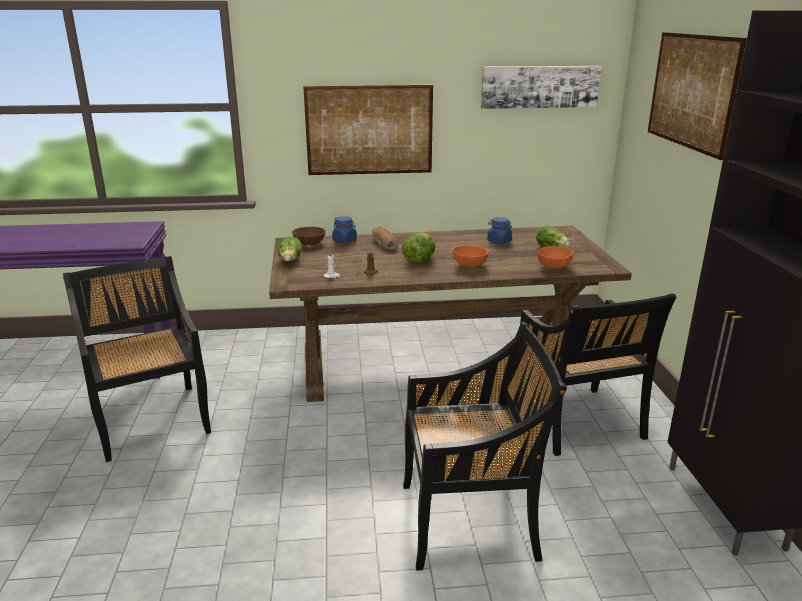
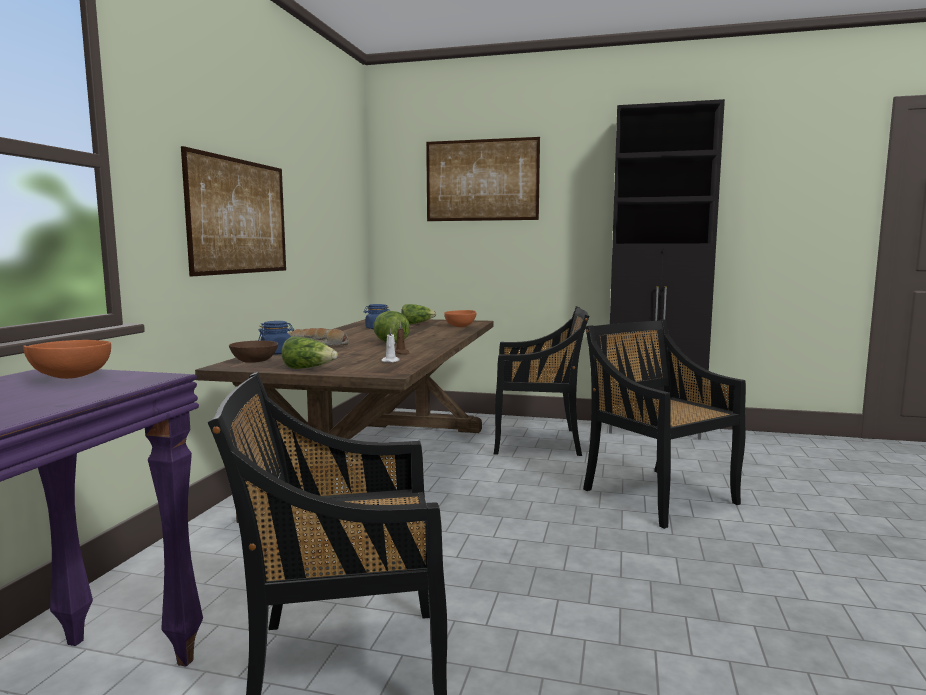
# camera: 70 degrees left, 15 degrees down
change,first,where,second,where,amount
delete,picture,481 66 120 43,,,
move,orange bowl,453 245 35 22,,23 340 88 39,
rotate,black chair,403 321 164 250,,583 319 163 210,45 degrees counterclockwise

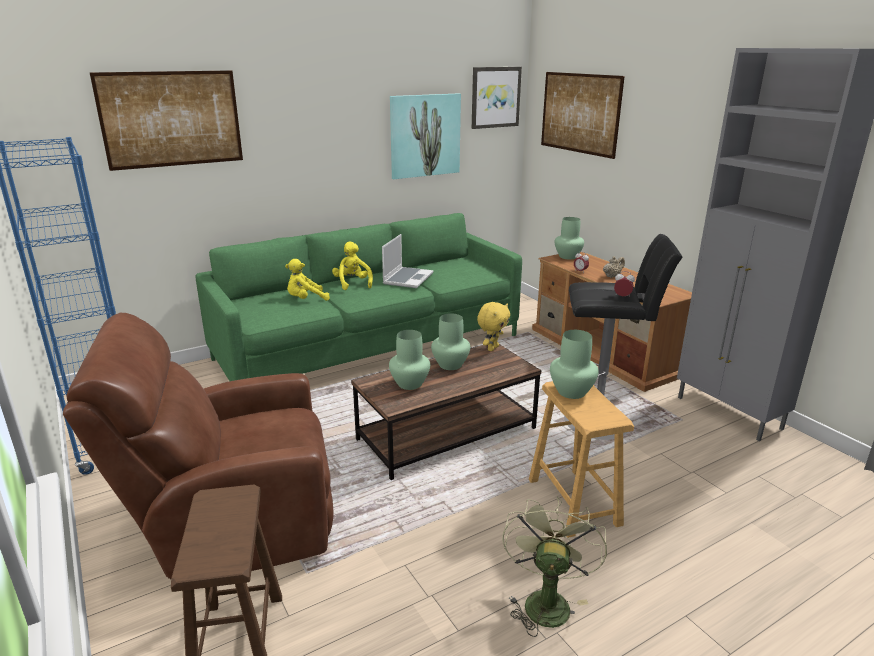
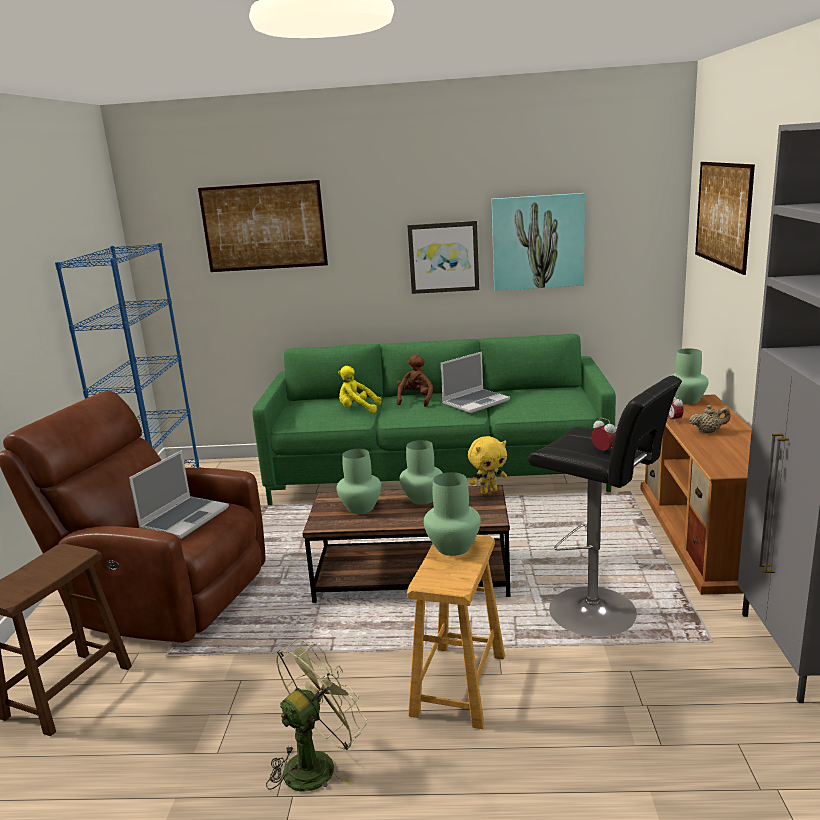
# camera: 35 degrees right, 5 degrees down
change,first,where,second,where,amount
insert,,,laptop,129 450 100 89,
move,picture,472 67 50 62,,407 221 72 73,
recolor,yellow plush toy,332 241 41 49,brown plush toy,396 354 37 53,

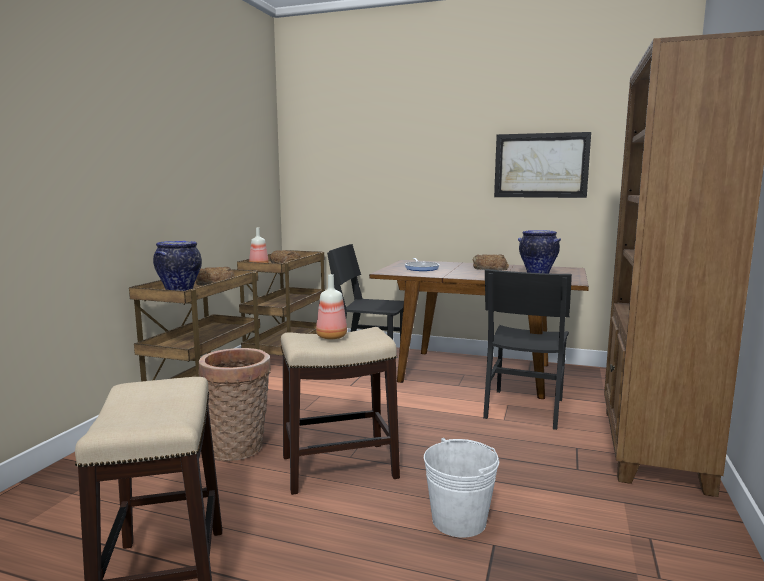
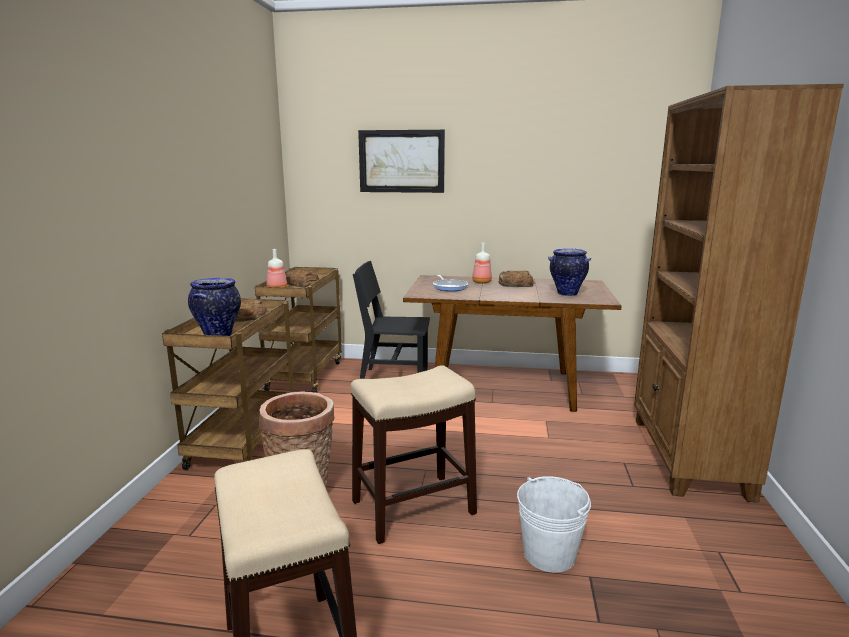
# camera: 10 degrees left, 5 degrees up
change,first,where,second,where,amount
delete,black chair,483 269 89 161,,,
move,bottle,316 274 31 65,,472 243 20 41,
move,picture,494 132 97 66,,358 130 87 63,

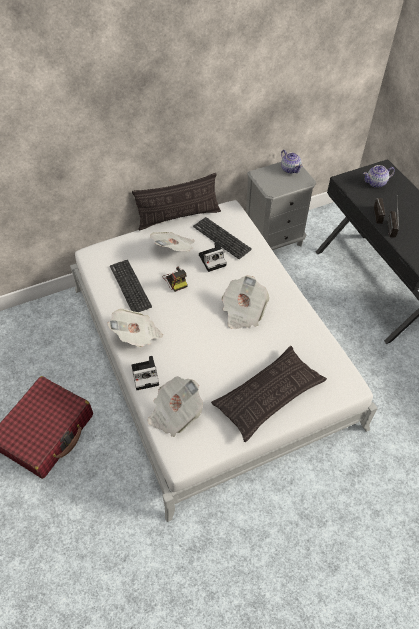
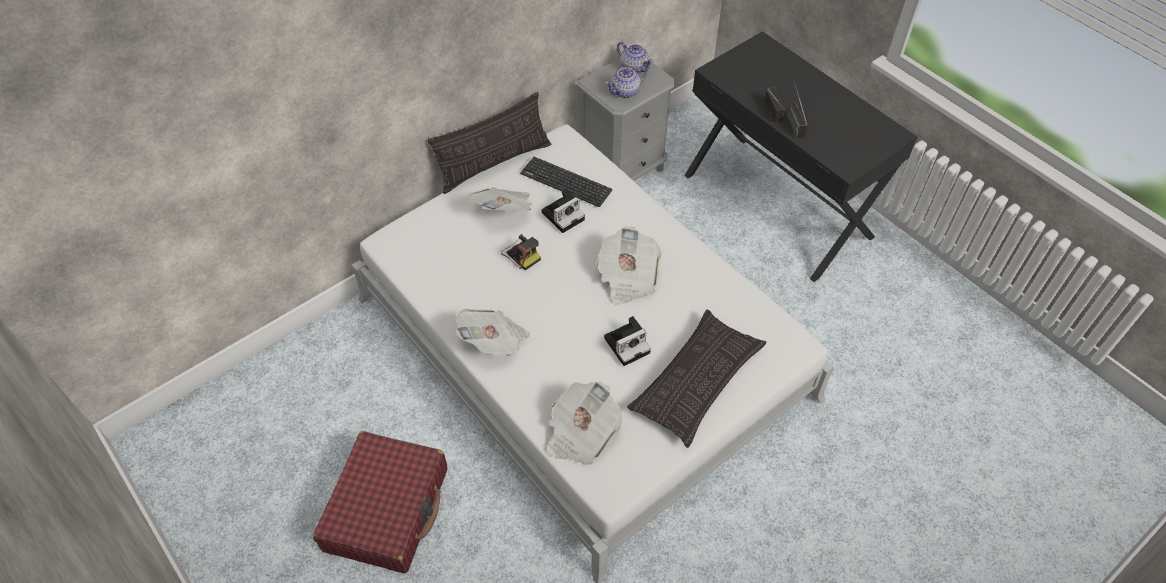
# camera: 15 degrees left, 0 degrees up
change,first,where,second,where,amount
delete,keyboard,110 260 42 52,,,
move,photo camera,132 356 27 34,,604 316 47 50,
move,teapot,363 165 32 23,,605 67 42 31,

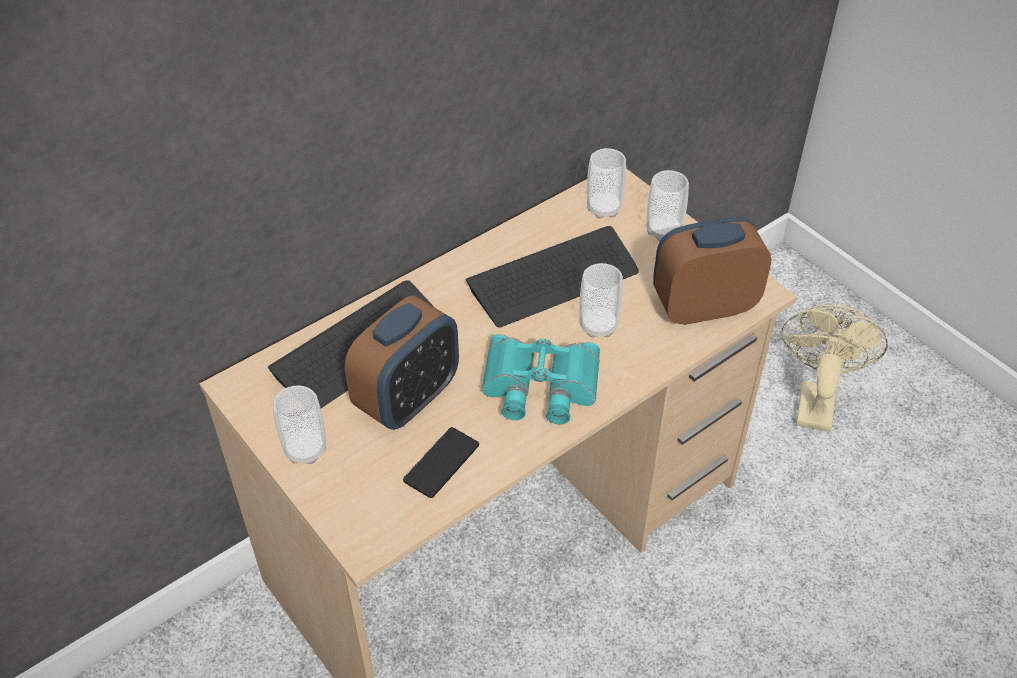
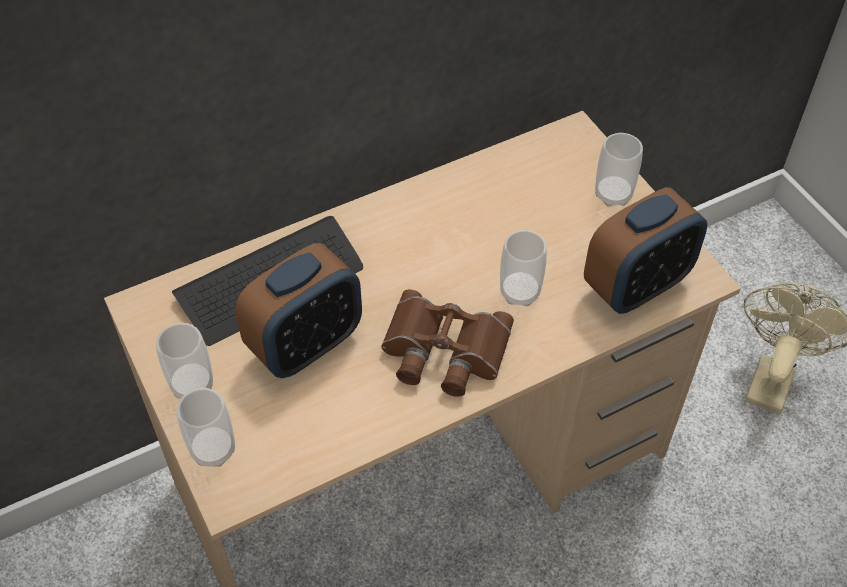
# camera: 10 degrees right, 5 degrees up
change,first,where,second,where,amount
delete,phone,403 427 76 71,,,
delete,keyboard,466 226 173 102,,,
move,cup,587 148 39 71,,177 388 58 79,
recolor,turquoise binoculars,482 334 118 91,brown binoculars,381 289 133 108,
rotate,alarm clock,653 217 118 108,,584 187 123 127,150 degrees clockwise

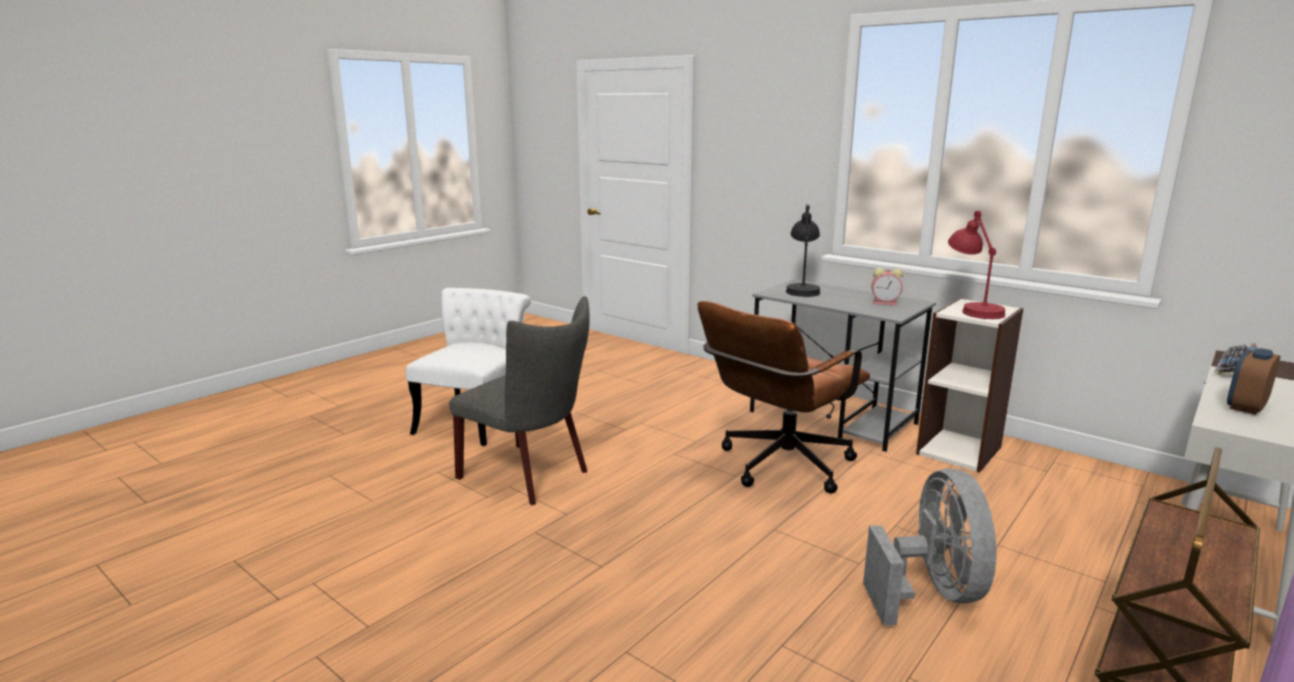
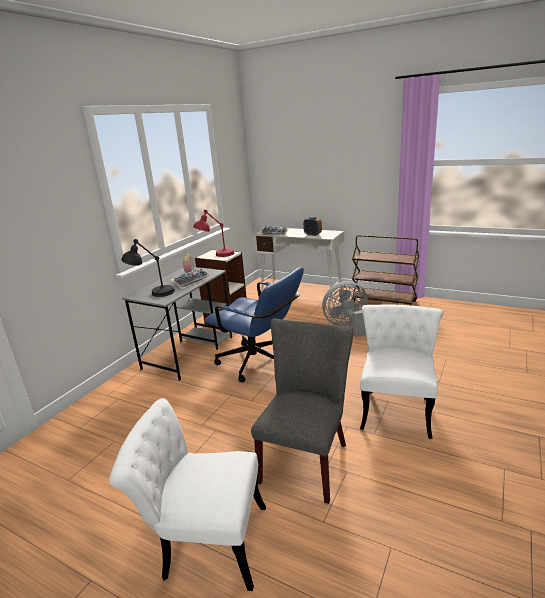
# camera: 100 degrees left, 5 degrees up
change,first,where,second,where,amount
insert,,,keyboard,170 269 40 20,
insert,,,white chair,360 304 83 135,
recolor,brown office chair,697 301 173 193,blue office chair,205 267 99 115,

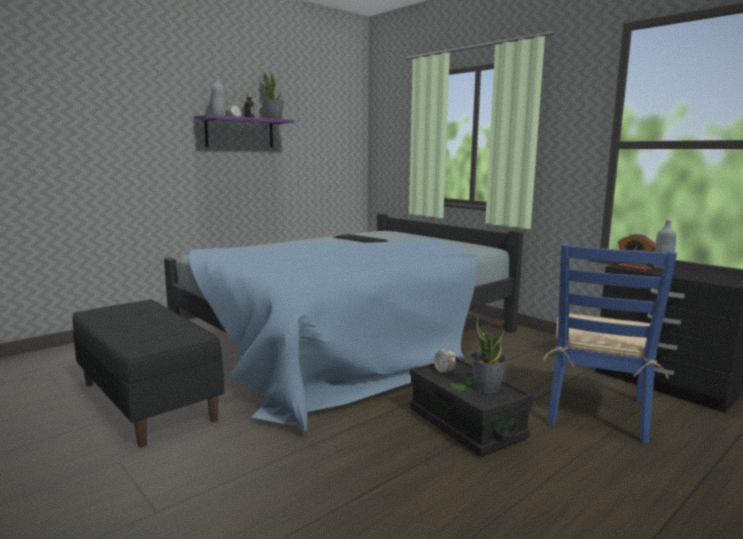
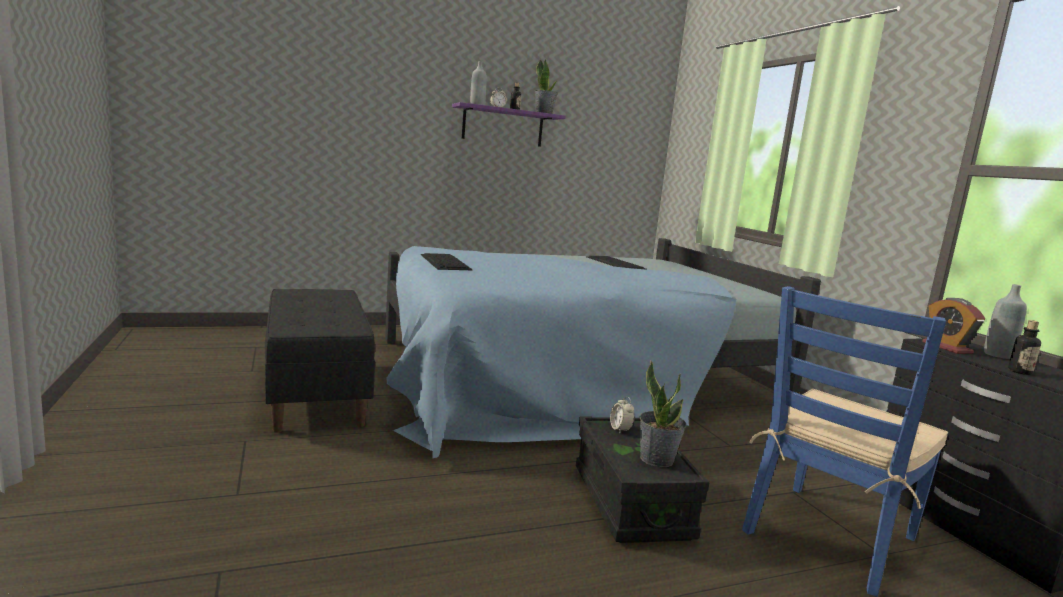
# camera: 20 degrees right, 0 degrees up
change,first,where,second,where,amount
insert,,,keyboard,421 253 52 17,
insert,,,bottle,1008 320 33 55,

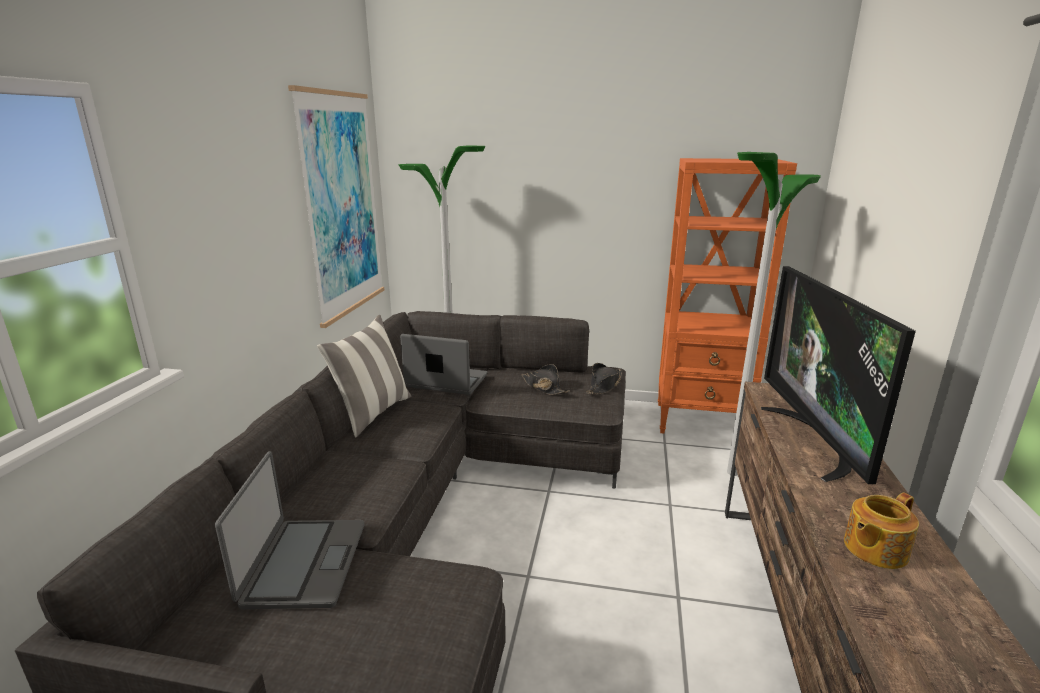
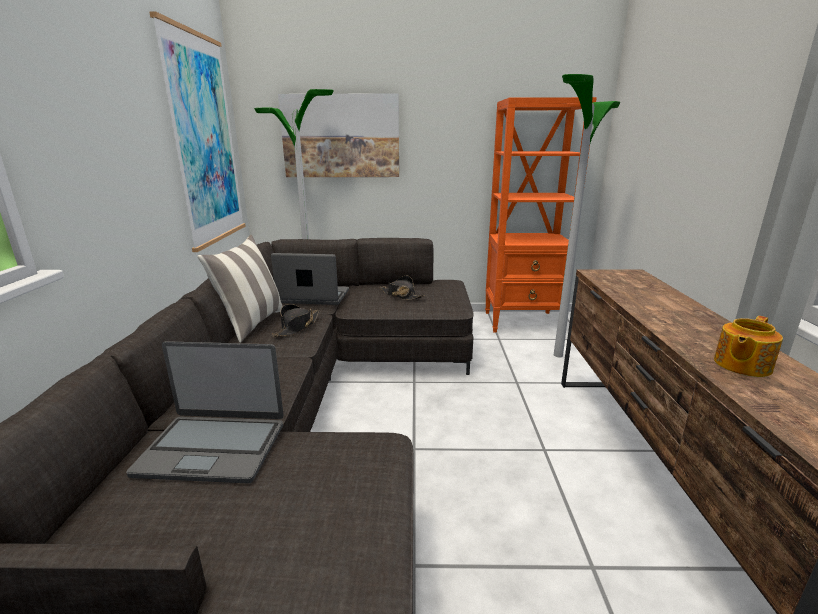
# camera: 10 degrees left, 0 degrees up
change,first,where,second,where,amount
delete,television,761 266 155 218,,,
insert,,,picture,278 93 121 84,
move,black hat,586 363 37 31,,272 304 47 33,
rotate,laptop,215 451 149 158,,126 341 158 142,105 degrees clockwise

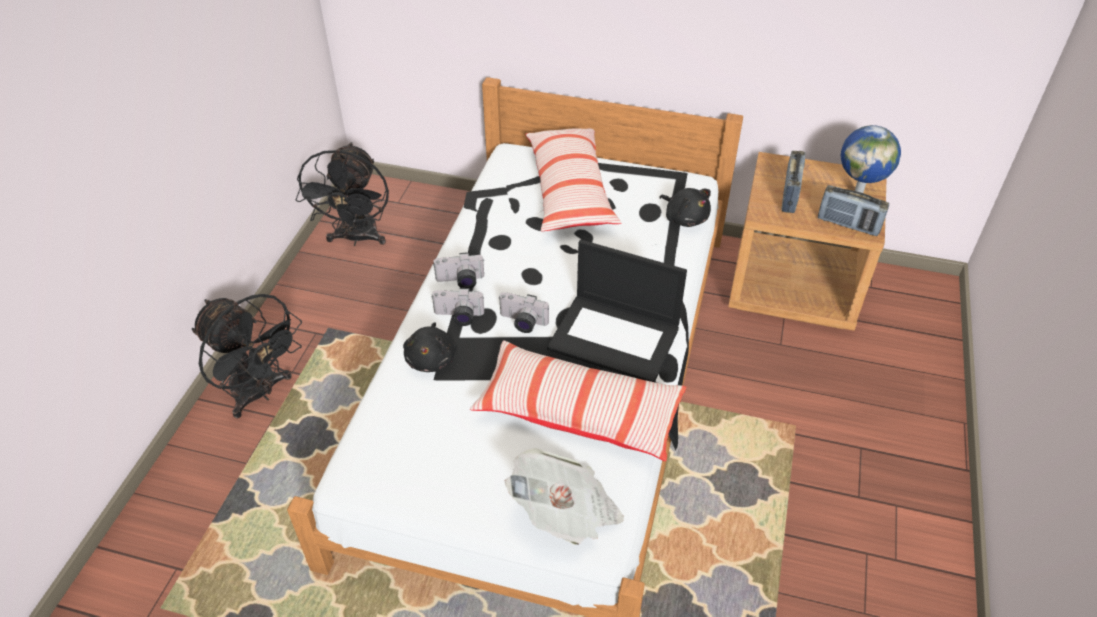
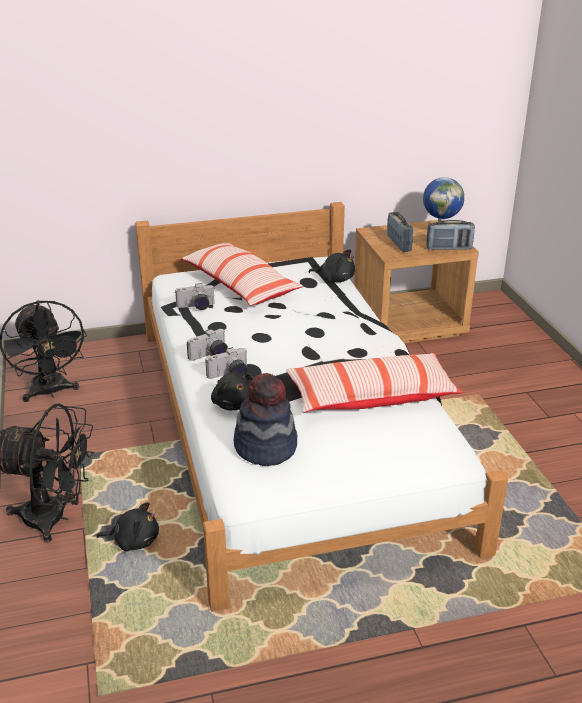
# camera: 30 degrees left, 15 degrees down
change,first,where,second,where,amount
delete,newspaper,505 448 119 97,,,
delete,laptop,547 240 140 142,,,
insert,,,black plush toy,97 502 62 50,
insert,,,hat,234 373 63 93,
move,photo camera,498 292 51 41,,175 283 40 27,

